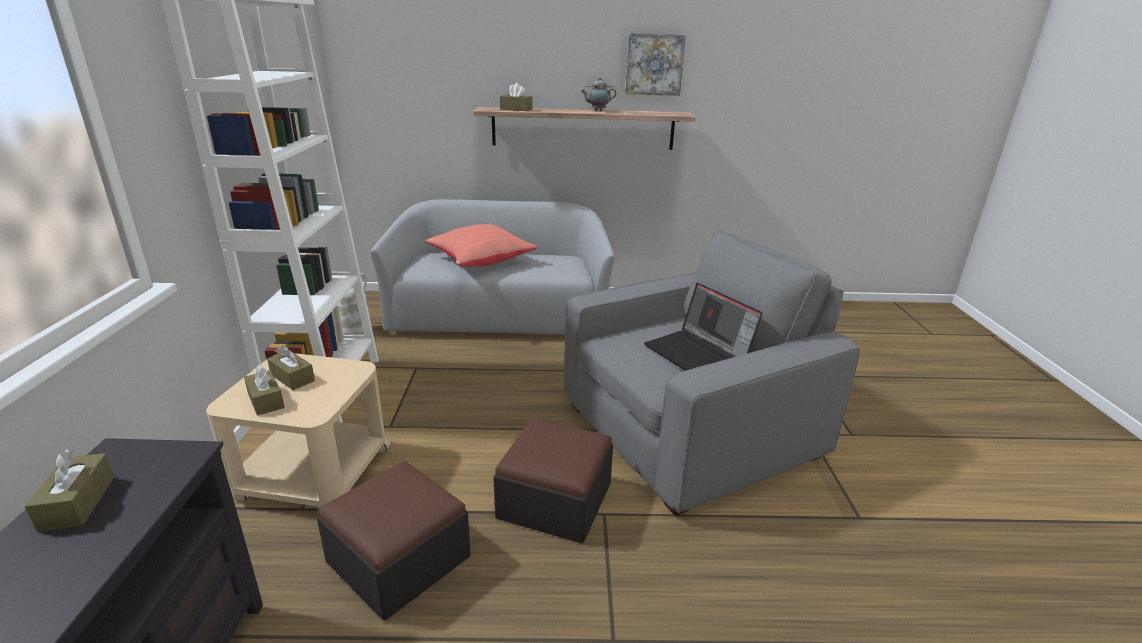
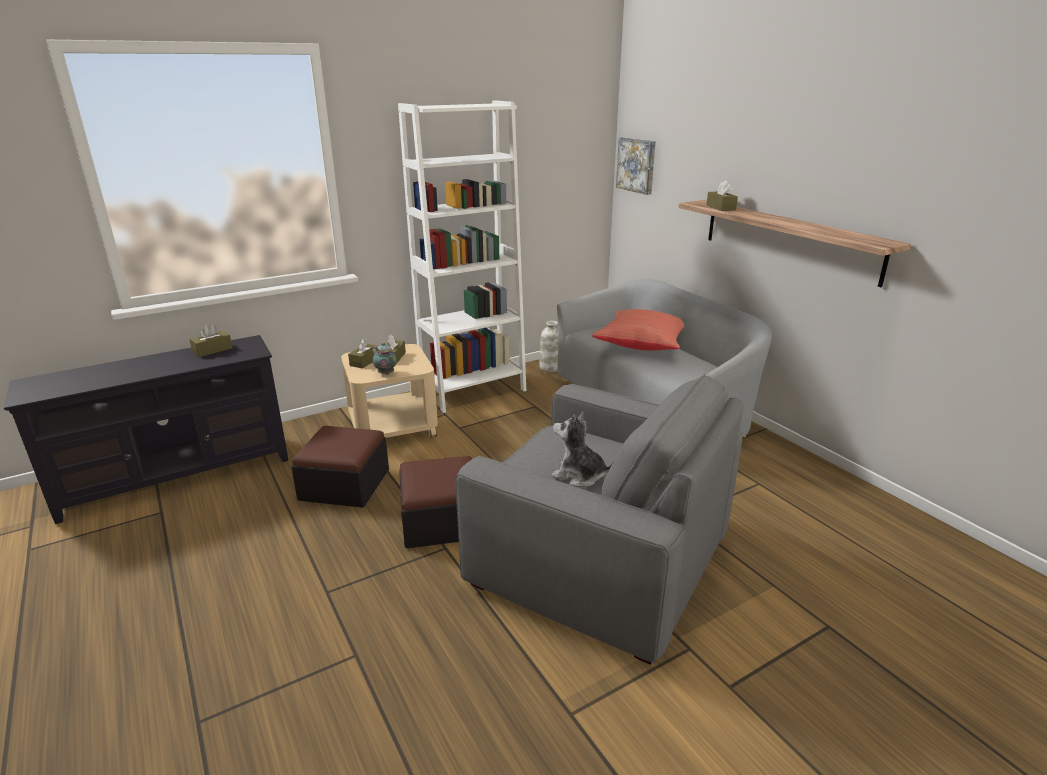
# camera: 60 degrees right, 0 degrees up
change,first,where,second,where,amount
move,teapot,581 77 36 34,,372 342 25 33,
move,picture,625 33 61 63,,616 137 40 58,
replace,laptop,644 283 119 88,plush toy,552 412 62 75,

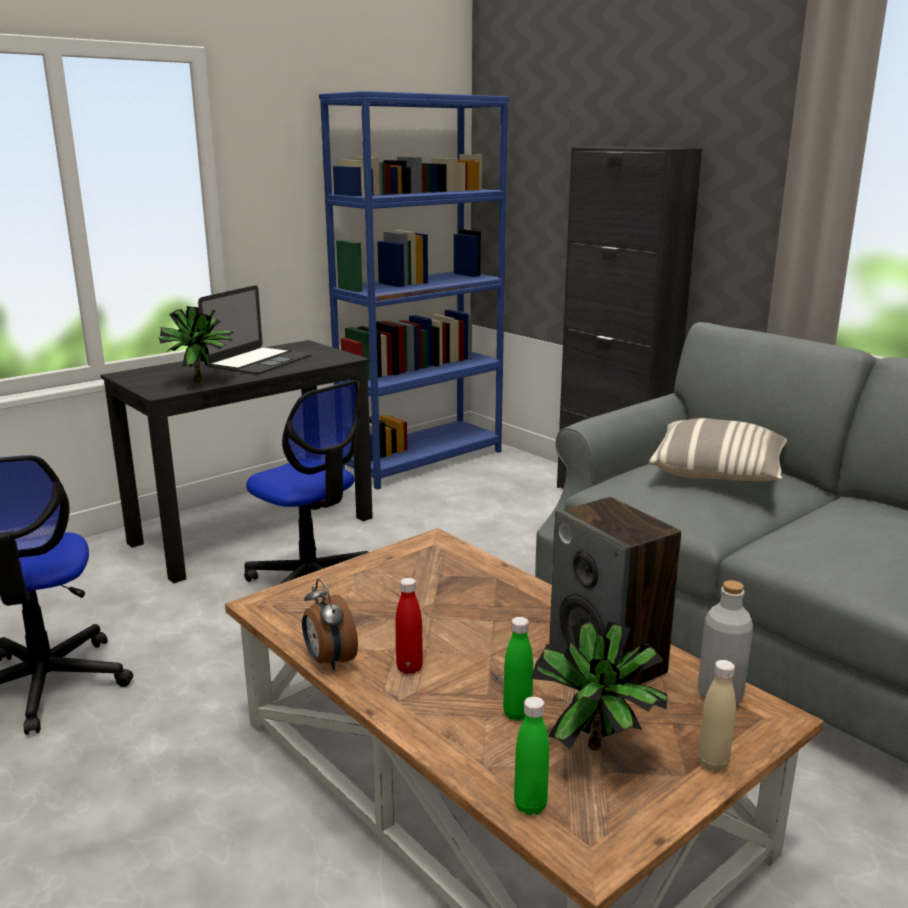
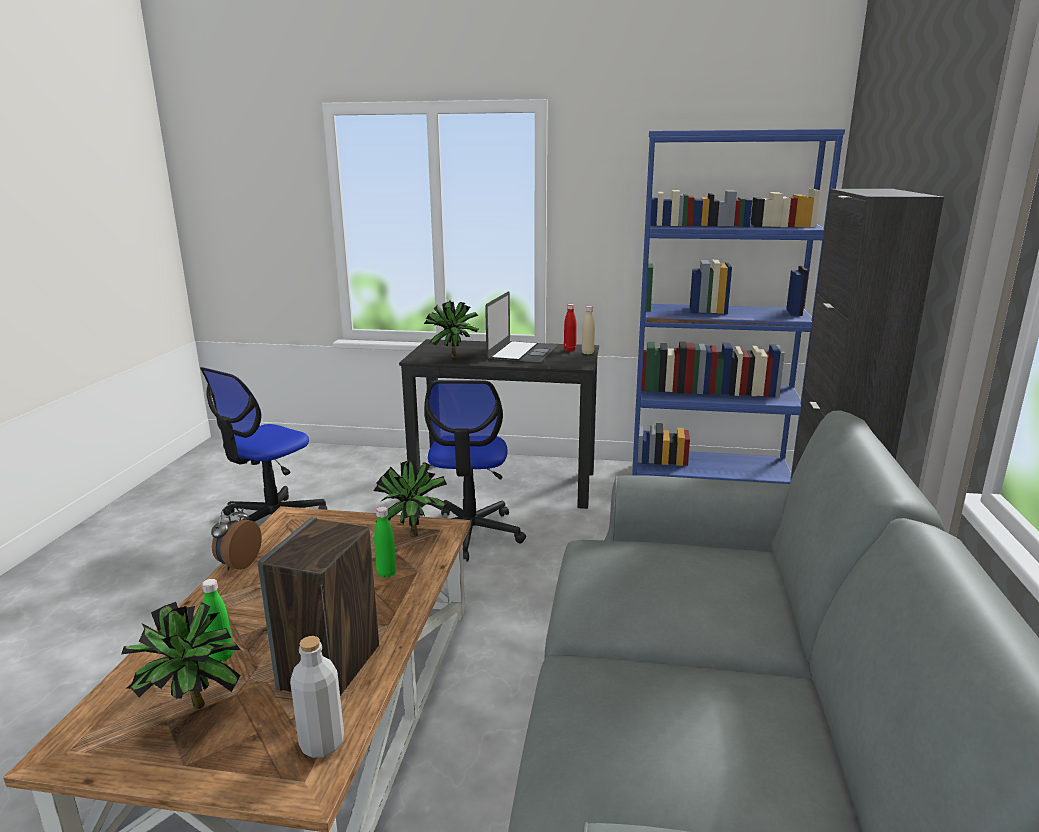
# camera: 50 degrees right, 0 degrees up
change,first,where,second,where,amount
delete,pillow,649 418 138 63,,,
insert,,,potted plant,373 461 75 76,
move,red bottle,395 578 28 96,,564 304 13 47,
move,green bottle,514 696 35 119,,374 507 22 71,
move,beige bottle,698 660 38 112,,582 306 13 48,
rotate,laptop,198 285 114 89,,485 291 73 72,60 degrees counterclockwise

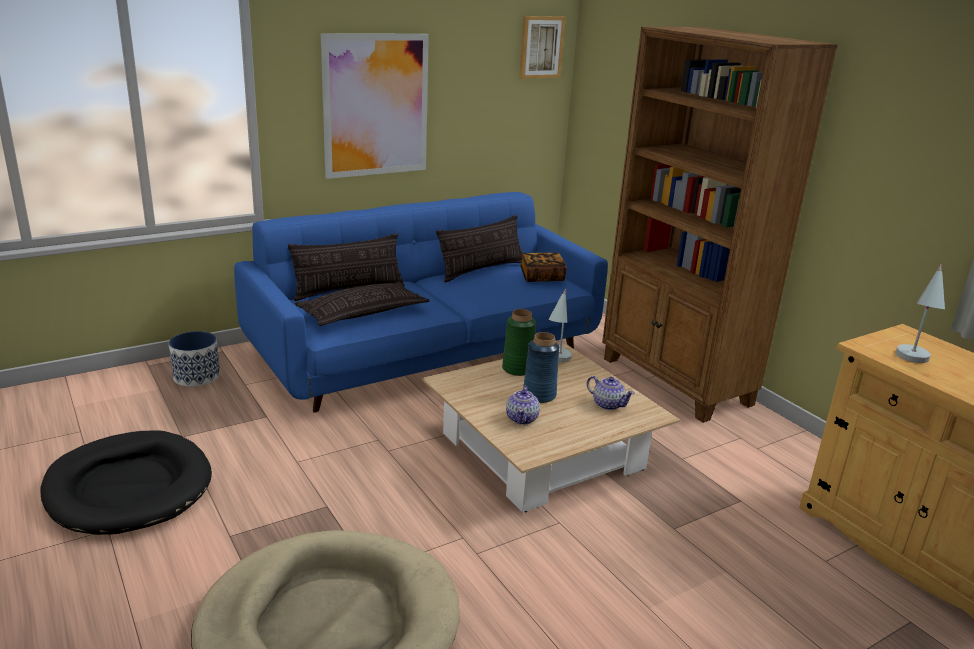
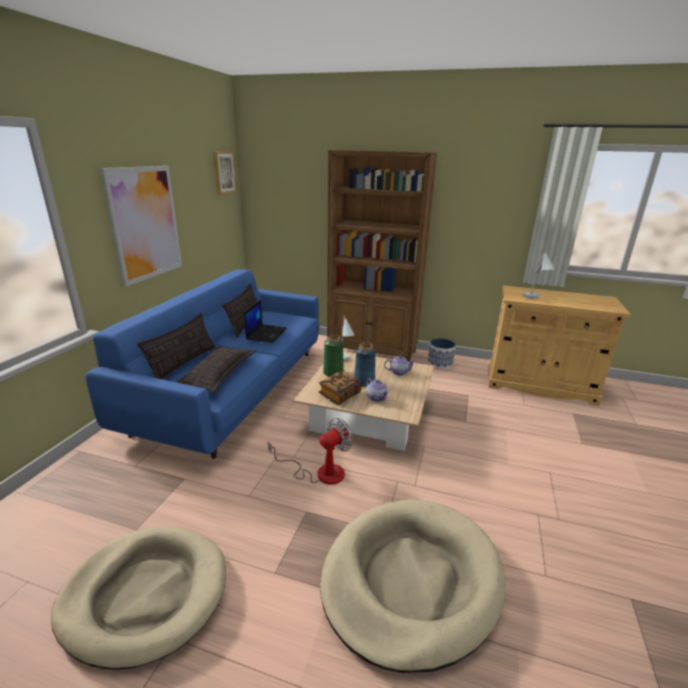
# camera: 40 degrees left, 0 degrees up
change,first,where,second,where,amount
insert,,,laptop,244 300 43 43,
insert,,,fan,268 418 85 67,
move,planter,169 331 51 56,,428 338 28 31,
move,book,520 253 47 29,,318 371 44 34,
recolor,black dog bed,40 430 172 105,beige dog bed,51 526 175 144,

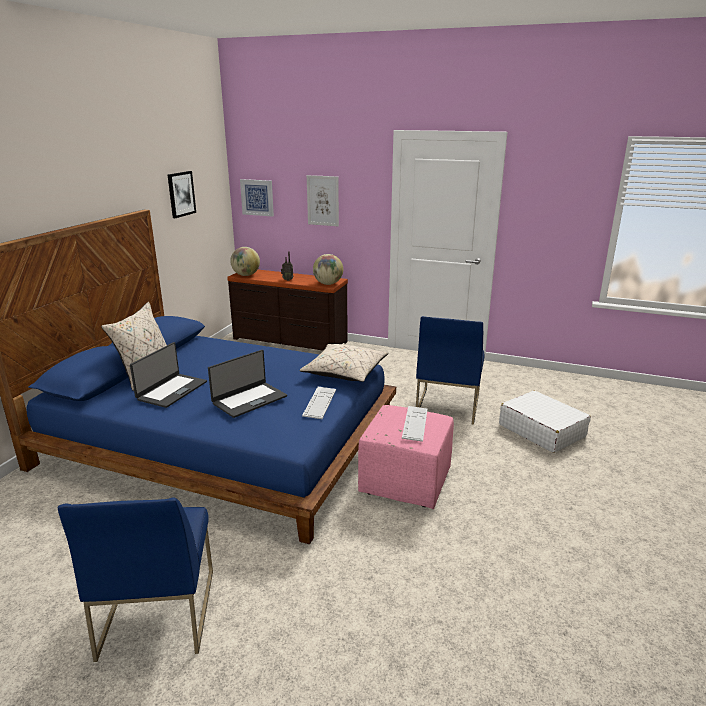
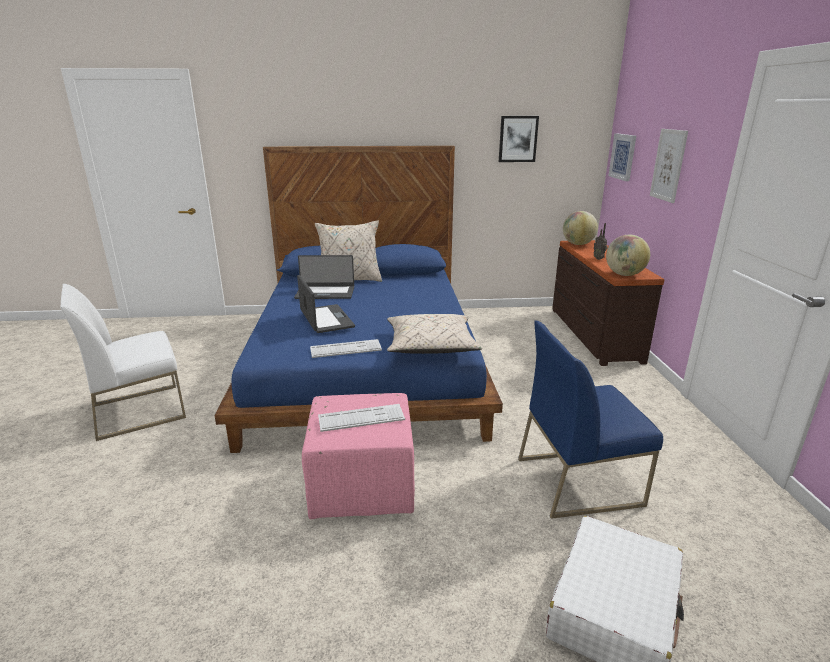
# camera: 65 degrees right, 0 degrees up
change,first,where,second,where,amount
recolor,blue chair,57 497 156 165,white chair,60 284 126 157,
rotate,laptop,208 350 79 68,,297 275 58 58,135 degrees counterclockwise

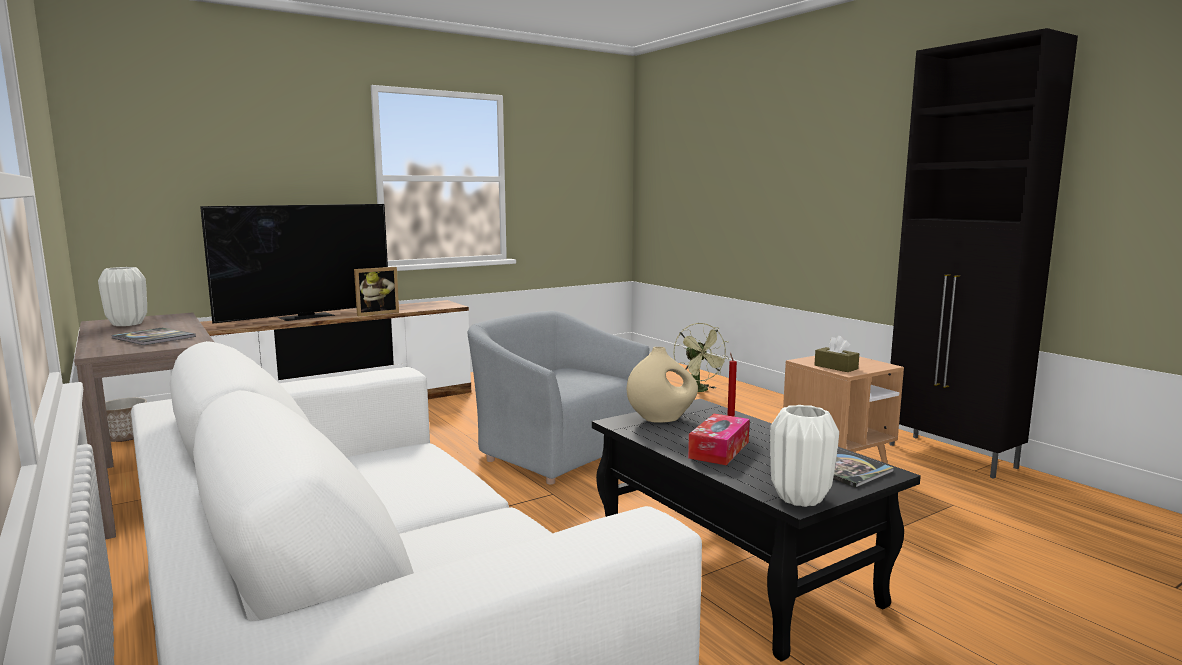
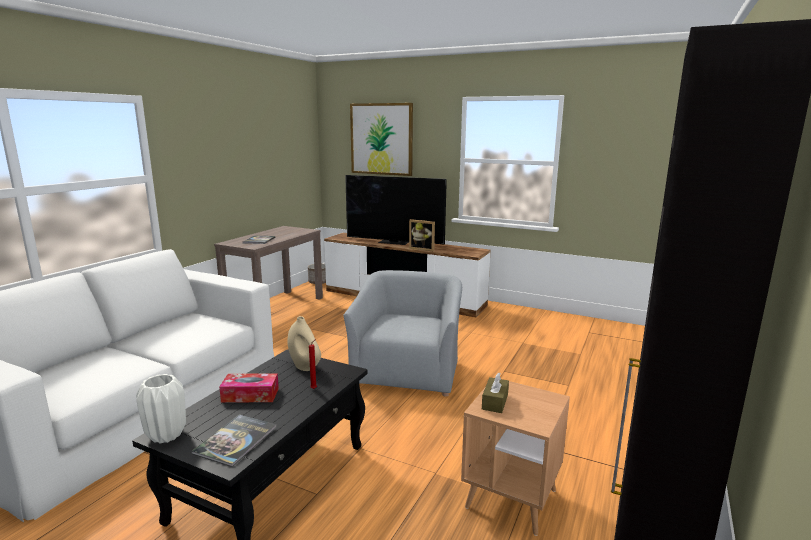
# camera: 60 degrees right, 5 degrees up
change,first,where,second,where,amount
delete,white vase,98 267 49 59,,,
delete,green fan,673 323 56 69,,,
insert,,,picture,350 103 63 73,

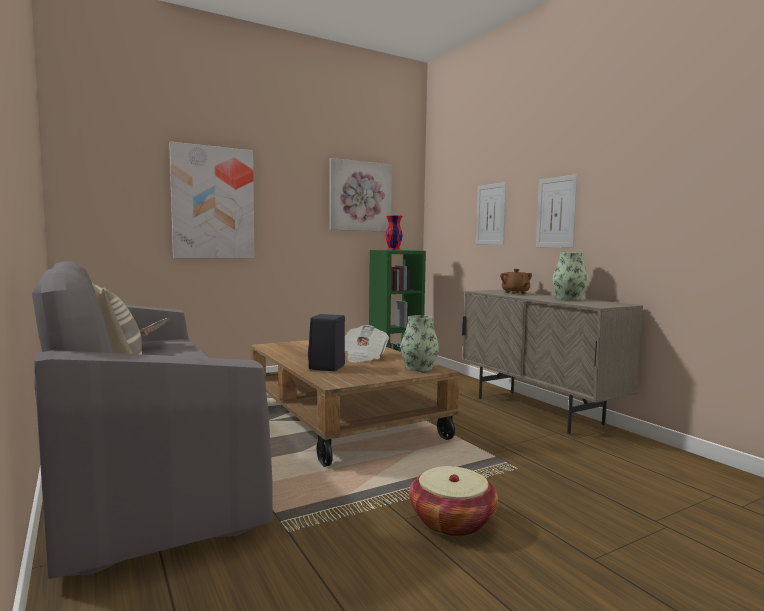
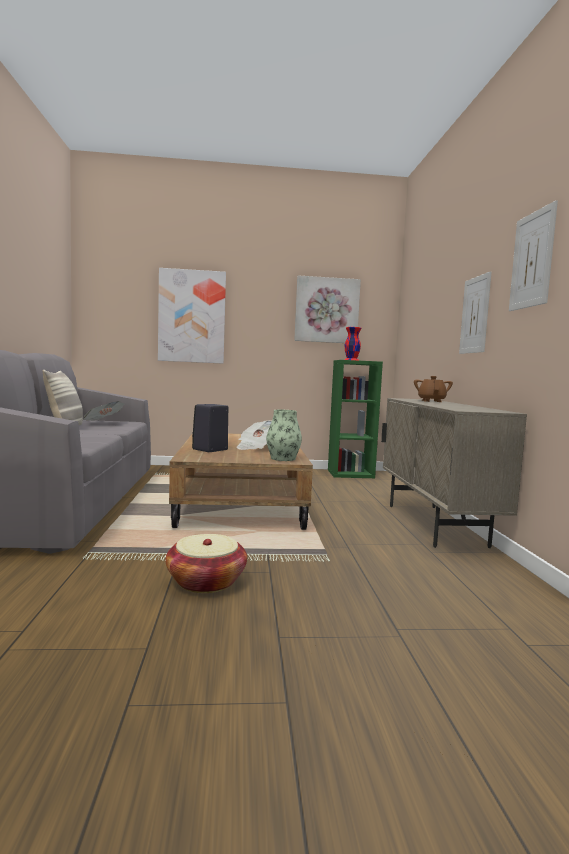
# camera: 25 degrees right, 0 degrees up
change,first,where,second,where,amount
delete,vase,552 252 36 48,,,
move,picture,476 182 31 63,,509 200 49 111,

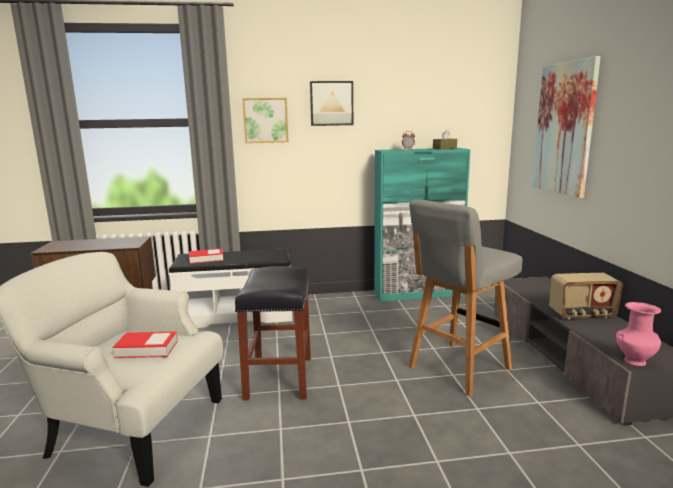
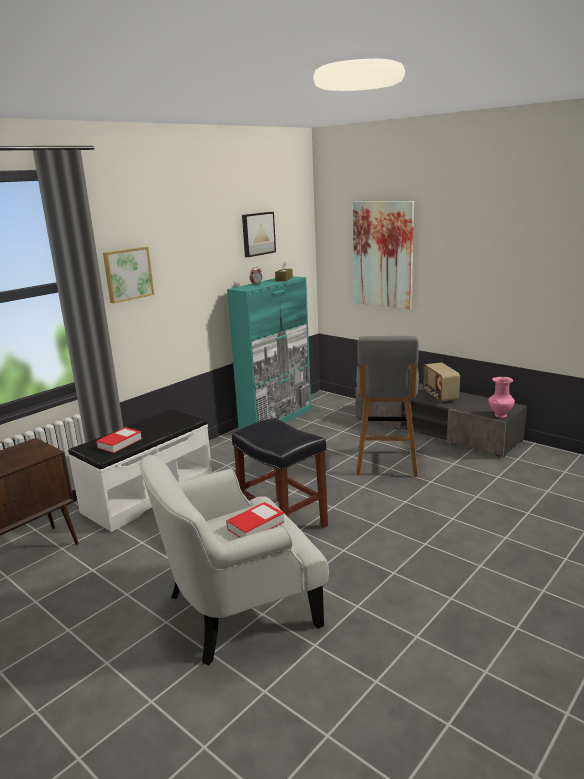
# camera: 40 degrees left, 5 degrees up
change,first,where,second,where,amount
move,picture,310 81 43 45,,242 212 34 45,
rotate,radio,549 273 74 46,,423 362 37 40,120 degrees clockwise

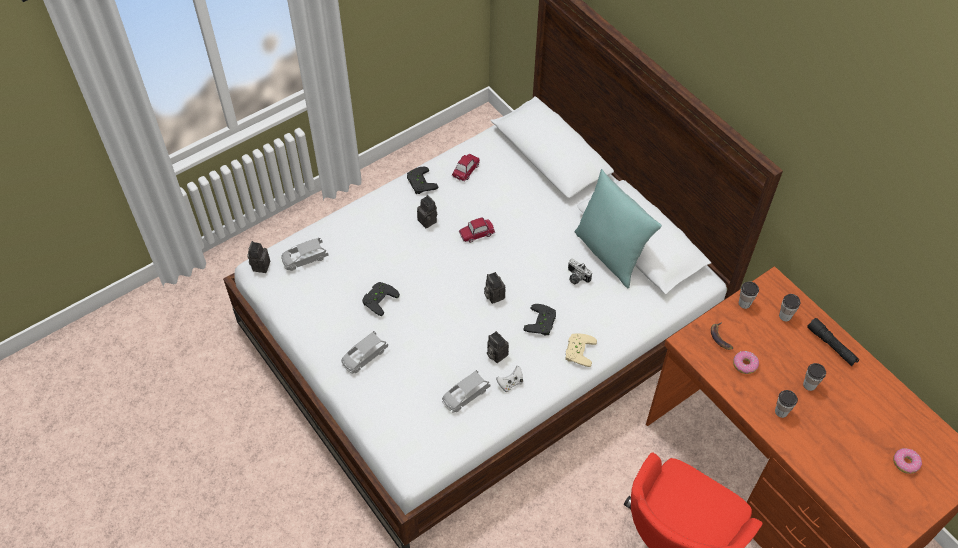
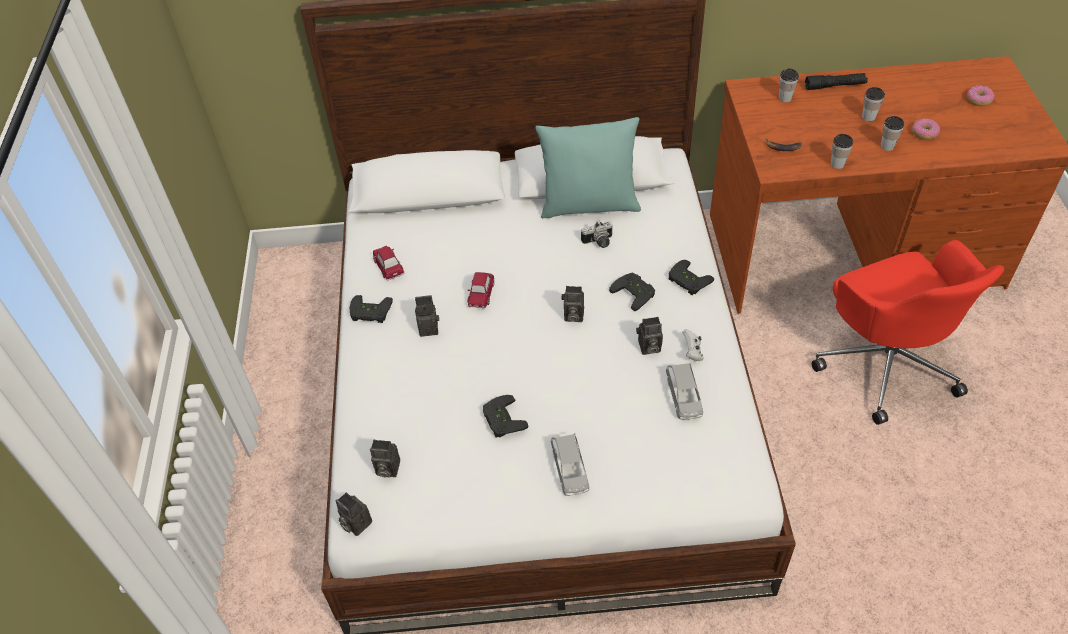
# camera: 55 degrees left, 5 degrees down
change,first,where,second,where,amount
move,donut,733 351 26 23,,912 119 28 21,
move,cup,739 281 20 28,,831 134 22 35,
replace,grey toy car,282 238 47 33,photo camera,370 440 30 38,
recolor,beige game controller,566 334 31 33,black game controller,669 260 45 35,

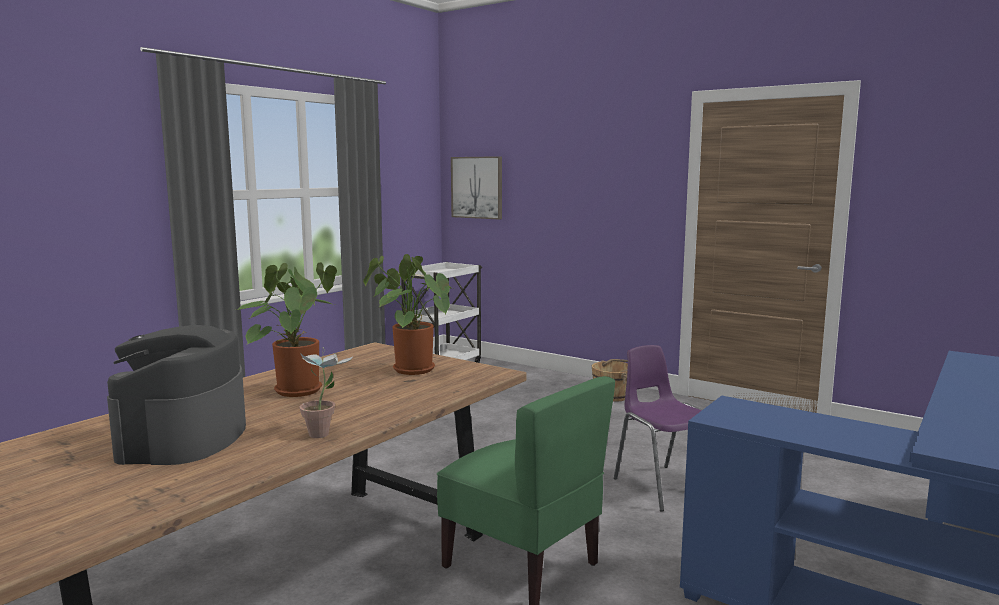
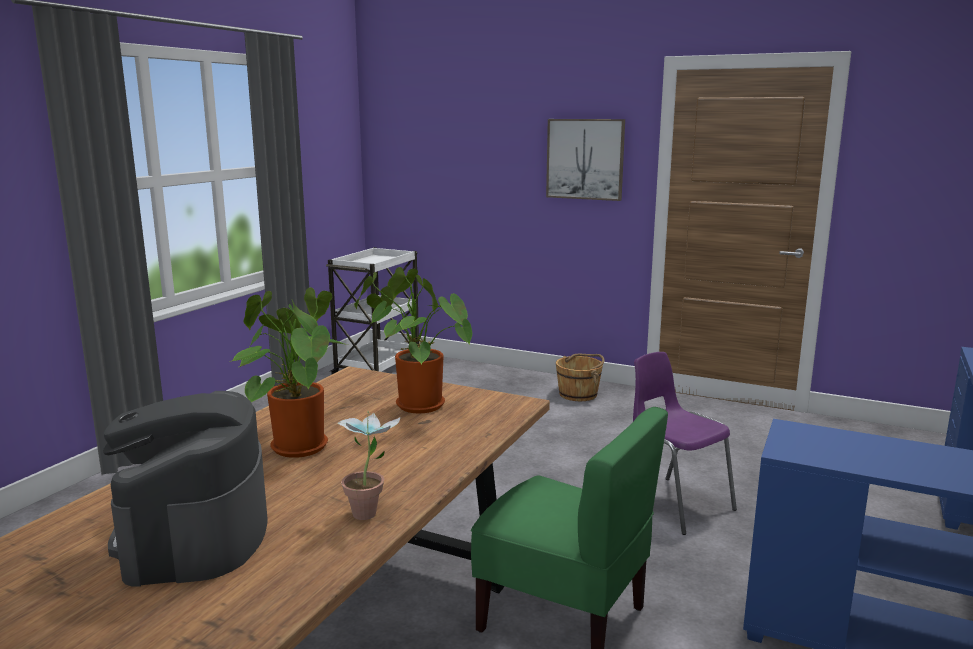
# camera: 10 degrees left, 5 degrees up
change,first,where,second,where,amount
move,picture,451 156 51 64,,546 119 79 82,

